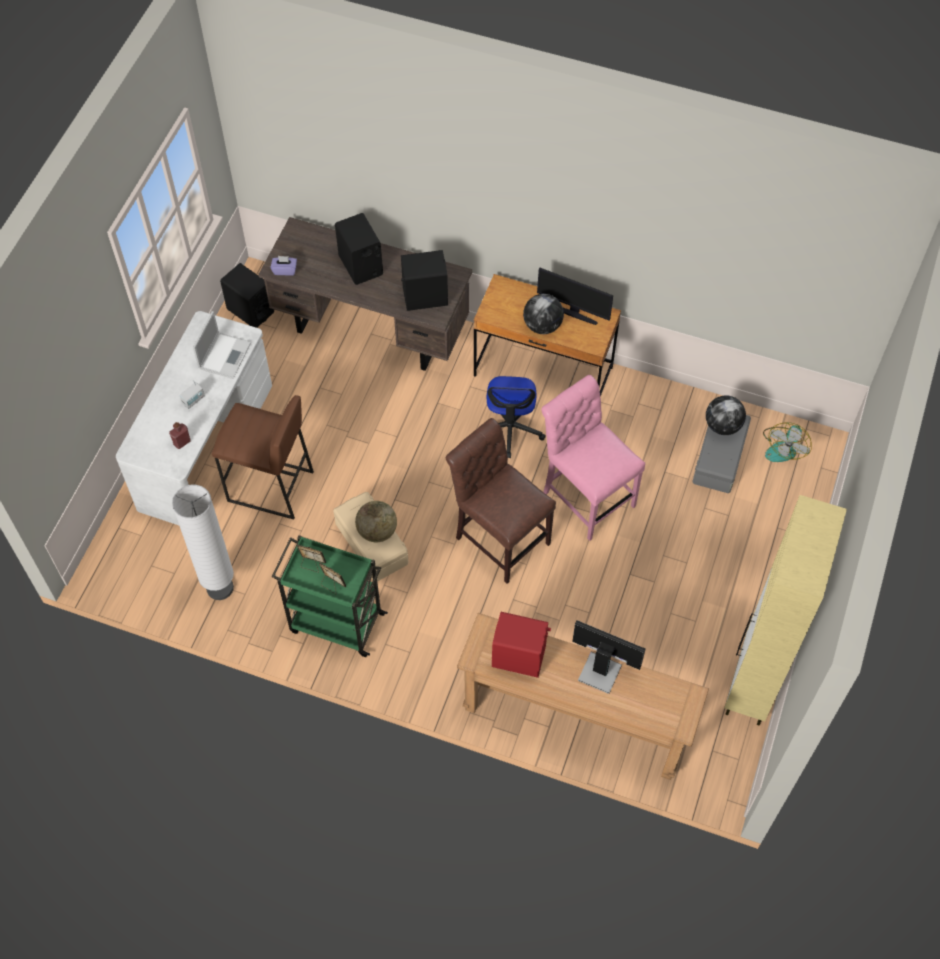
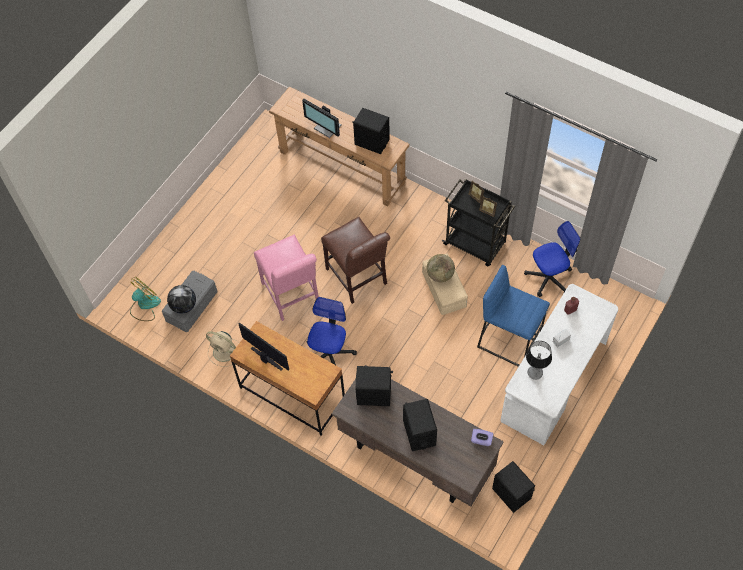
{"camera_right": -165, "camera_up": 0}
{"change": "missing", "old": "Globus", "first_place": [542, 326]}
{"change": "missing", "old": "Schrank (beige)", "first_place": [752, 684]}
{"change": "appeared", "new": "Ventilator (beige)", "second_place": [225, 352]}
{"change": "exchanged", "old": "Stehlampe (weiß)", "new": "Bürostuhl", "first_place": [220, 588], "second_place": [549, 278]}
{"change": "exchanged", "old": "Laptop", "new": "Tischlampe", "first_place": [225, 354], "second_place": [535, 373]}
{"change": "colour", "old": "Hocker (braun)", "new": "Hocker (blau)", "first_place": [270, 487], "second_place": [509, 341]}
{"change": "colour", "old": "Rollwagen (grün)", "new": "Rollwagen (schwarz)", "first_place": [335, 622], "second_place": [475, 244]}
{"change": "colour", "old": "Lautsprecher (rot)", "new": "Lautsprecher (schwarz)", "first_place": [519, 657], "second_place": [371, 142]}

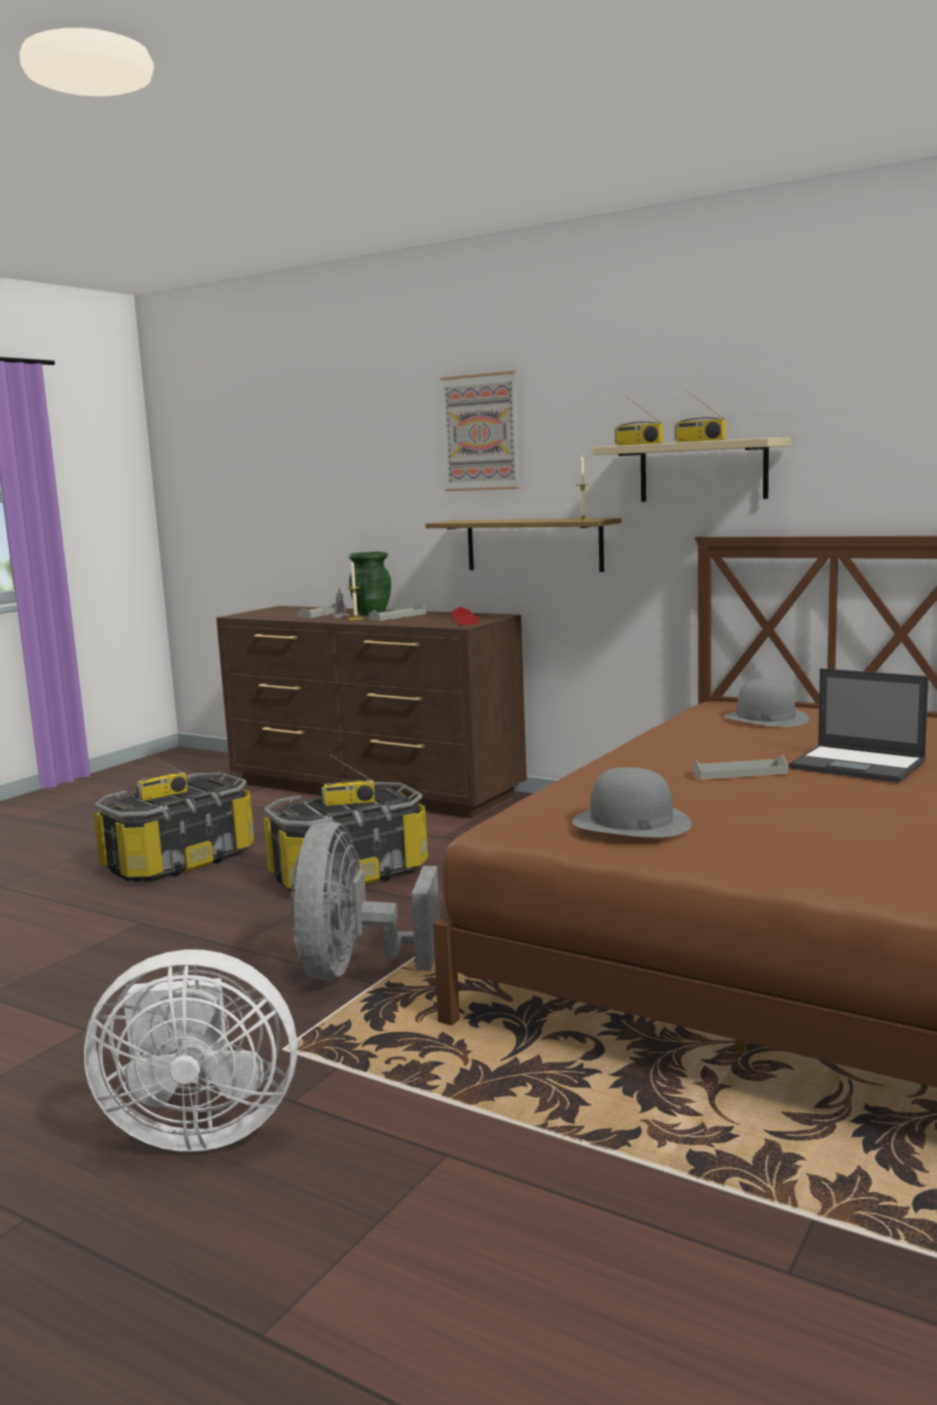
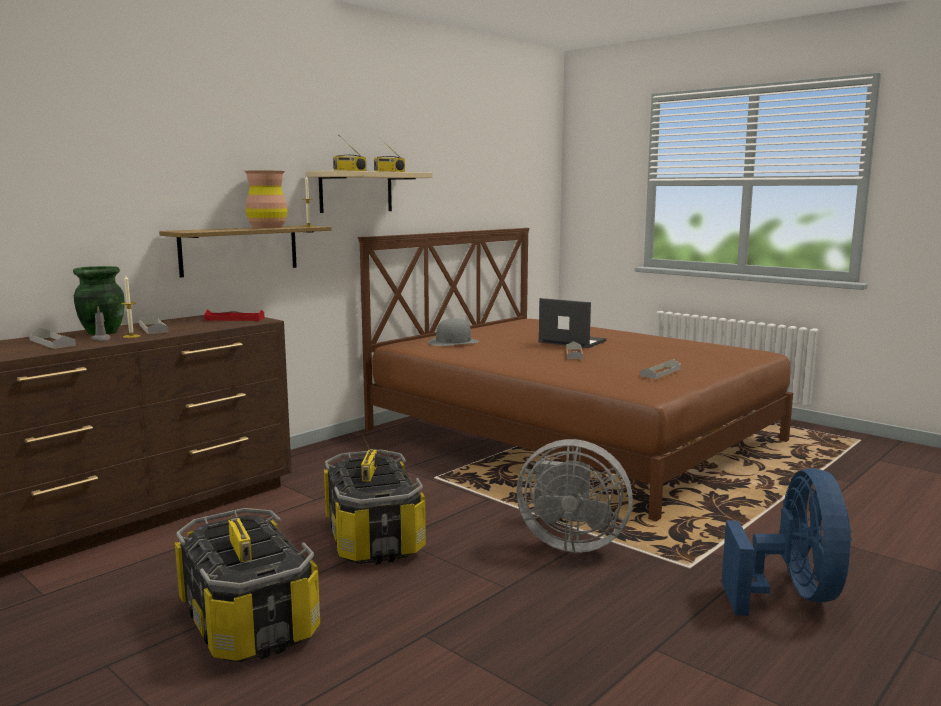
{"camera_right": -80, "camera_up": 0}
{"change": "missing", "old": "Bild", "first_place": [481, 432]}
{"change": "appeared", "new": "Vase (braun)", "second_place": [267, 227]}
{"change": "exchanged", "old": "Hut (grau)", "new": "Tablett (grau)", "first_place": [630, 822], "second_place": [660, 372]}
{"change": "colour", "old": "Ventilator (weiß)", "new": "Ventilator (blau)", "first_place": [198, 1129], "second_place": [791, 595]}
{"change": "spun", "old": "Laptop", "first_place": [859, 765], "second_place": [571, 341], "degrees": -105}

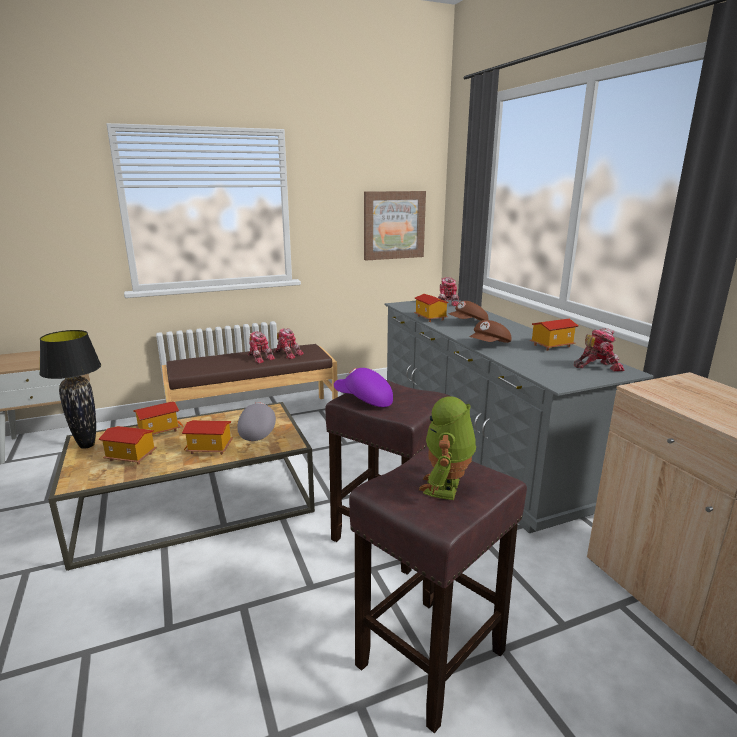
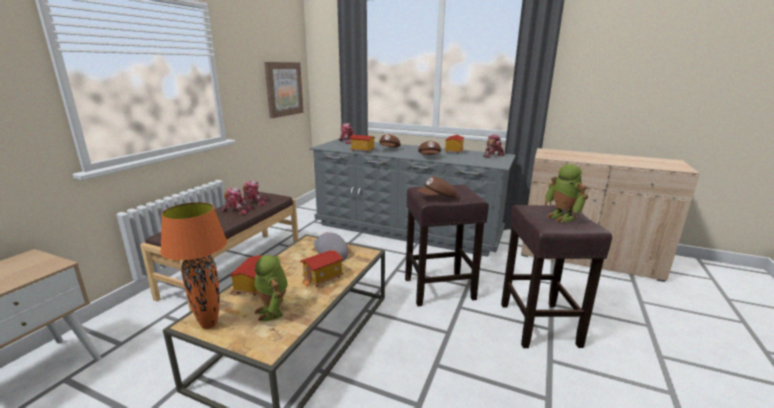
{"camera_right": -45, "camera_up": 0}
{"change": "exchanged", "old": "Spielzeughaus", "new": "Spielzeugroboter", "first_place": [130, 457], "second_place": [273, 311]}
{"change": "colour", "old": "Tischlampe (schwarz)", "new": "Tischlampe (orange)", "first_place": [86, 445], "second_place": [209, 325]}
{"change": "colour", "old": "Kappe (lila)", "new": "Kappe (braun)", "first_place": [364, 400], "second_place": [437, 199]}

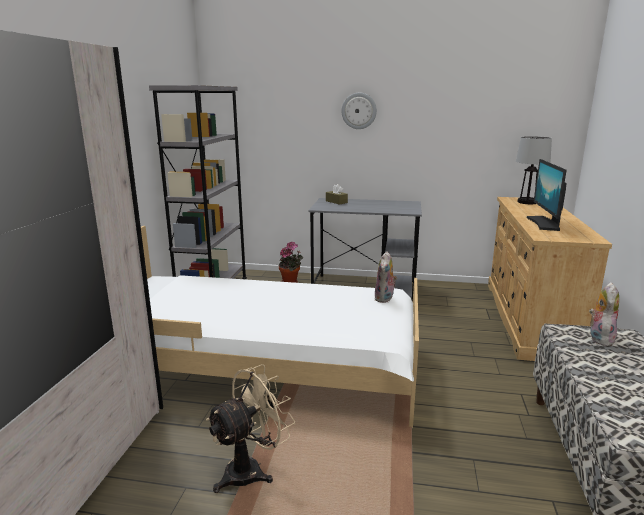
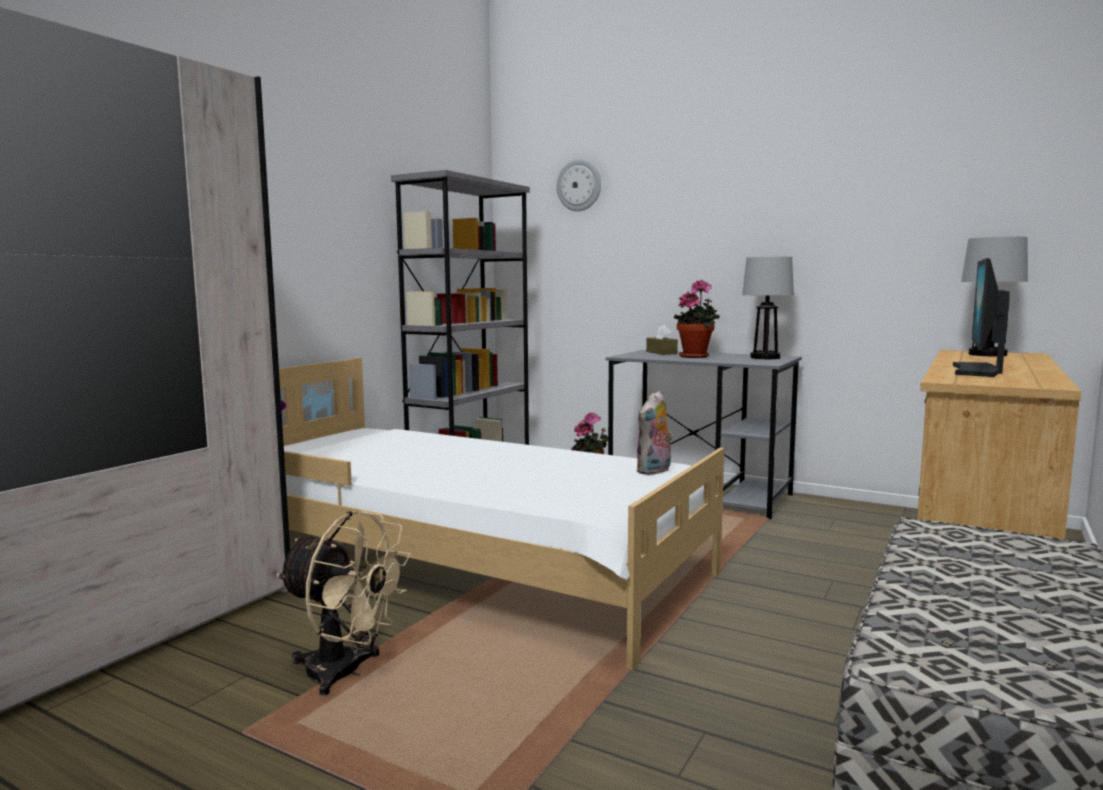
{"camera_right": 20, "camera_up": -10}
{"change": "missing", "old": "Plüschtier", "first_place": [599, 338]}
{"change": "appeared", "new": "Topfpflanze", "second_place": [696, 356]}
{"change": "appeared", "new": "Tischlampe", "second_place": [765, 358]}
{"change": "relocated", "old": "Wanduhr", "first_place": [359, 111], "second_place": [579, 185]}
{"change": "spun", "old": "Ventilator (beige)", "first_place": [251, 470], "second_place": [346, 673], "degrees": 45}

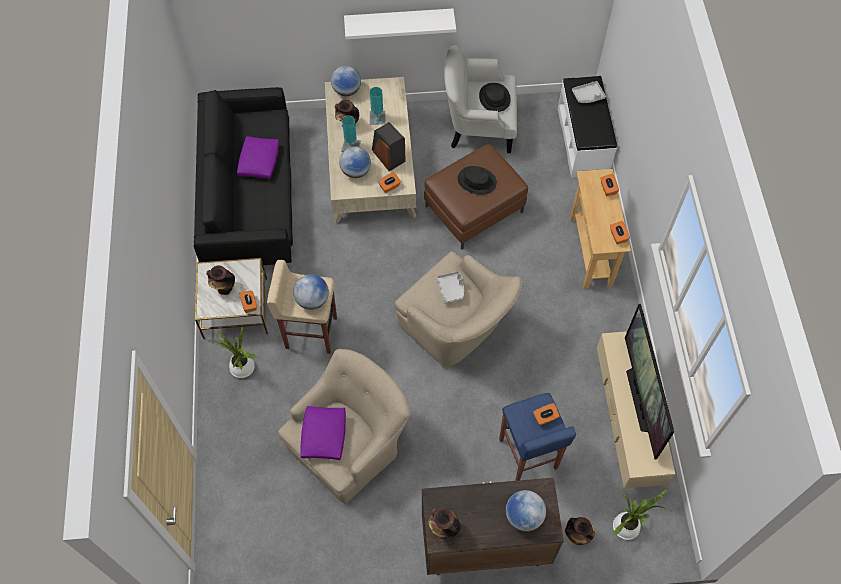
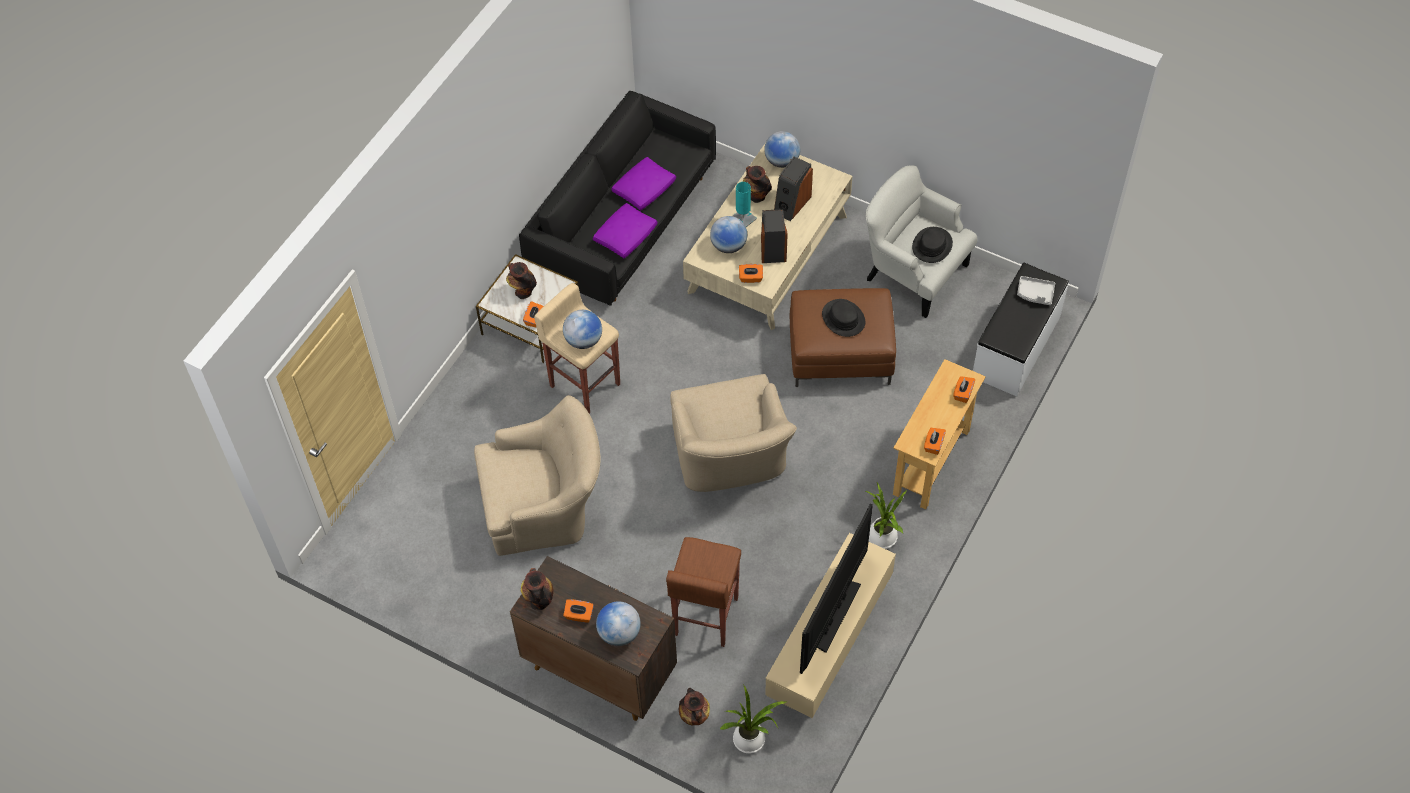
{"camera_right": 35, "camera_up": -5}
{"change": "missing", "old": "Wandregal (weiß)", "first_place": [399, 20]}
{"change": "missing", "old": "Tablett (grau)", "first_place": [451, 289]}
{"change": "relocated", "old": "Topfpflanze", "first_place": [243, 369], "second_place": [882, 539]}
{"change": "relocated", "old": "Kissen (lila)", "first_place": [324, 435], "second_place": [626, 236]}
{"change": "relocated", "old": "Taschentuchbox (orange)", "first_place": [545, 417], "second_place": [579, 615]}
{"change": "exchanged", "old": "Tischlampe (türkis)", "new": "Lautsprecher", "first_place": [377, 118], "second_place": [792, 204]}
{"change": "colour", "old": "Hocker (blau)", "new": "Hocker (braun)", "first_place": [527, 455], "second_place": [705, 617]}

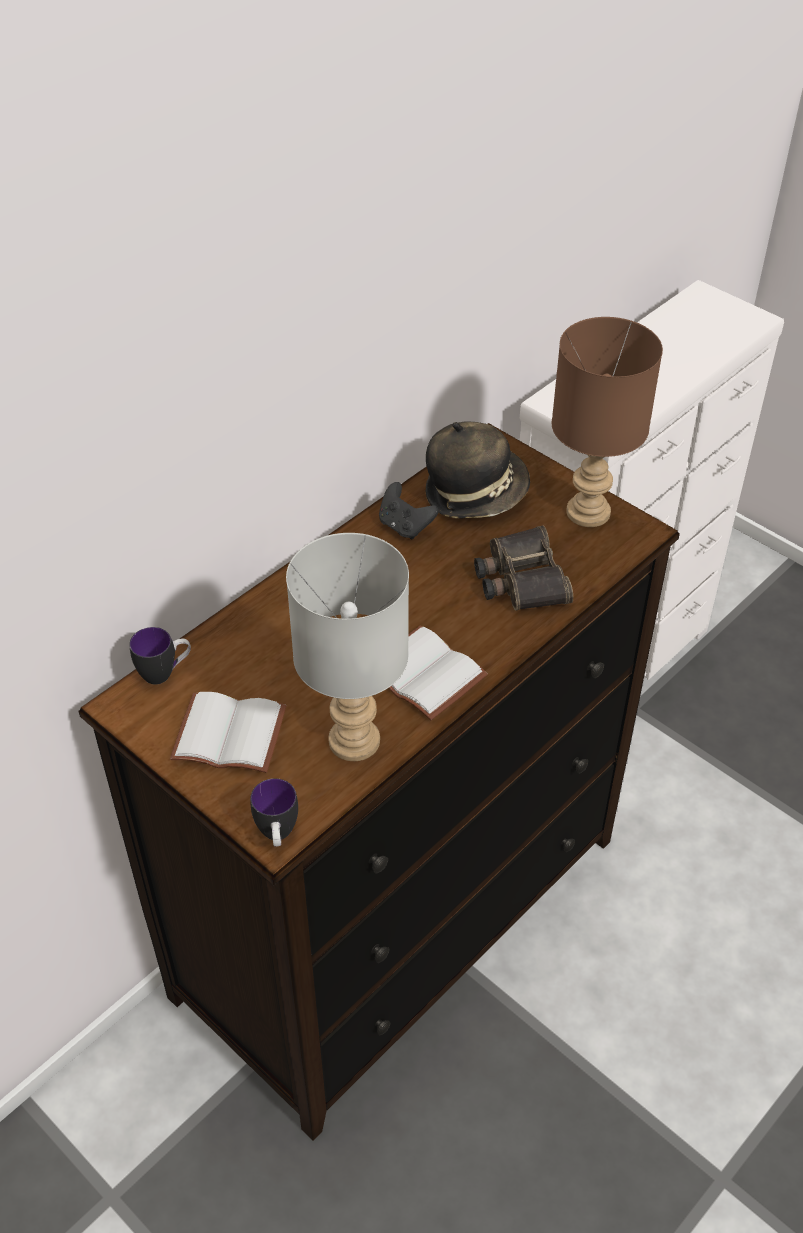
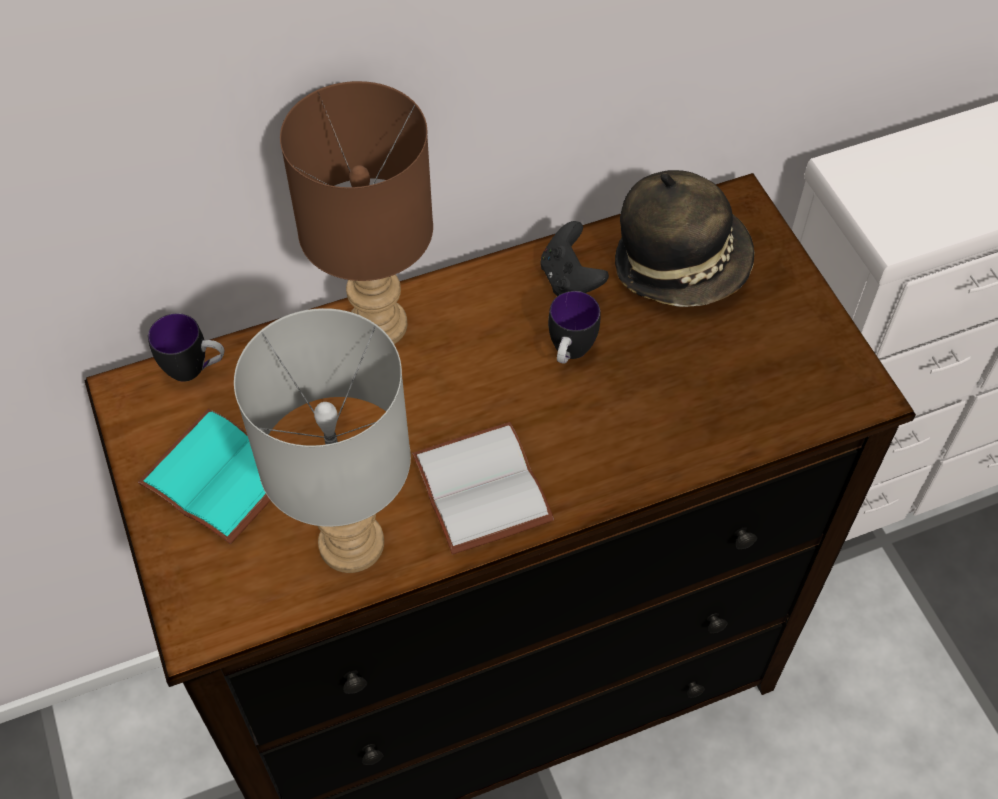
{"camera_right": 25, "camera_up": 10}
{"change": "missing", "old": "Fernglas", "first_place": [520, 579]}
{"change": "relocated", "old": "Henkelbecher", "first_place": [277, 836], "second_place": [569, 354]}
{"change": "relocated", "old": "Tischlampe (braun)", "first_place": [586, 513], "second_place": [375, 325]}
{"change": "colour", "old": "Buch (weiß)", "new": "Buch (türkis)", "first_place": [232, 732], "second_place": [224, 475]}

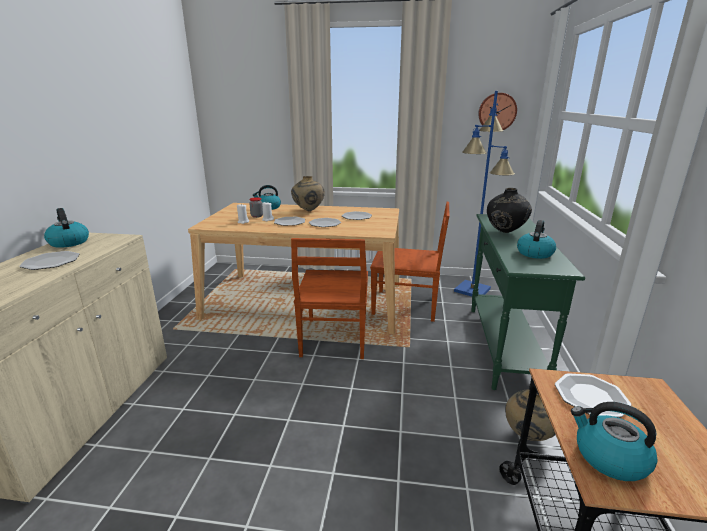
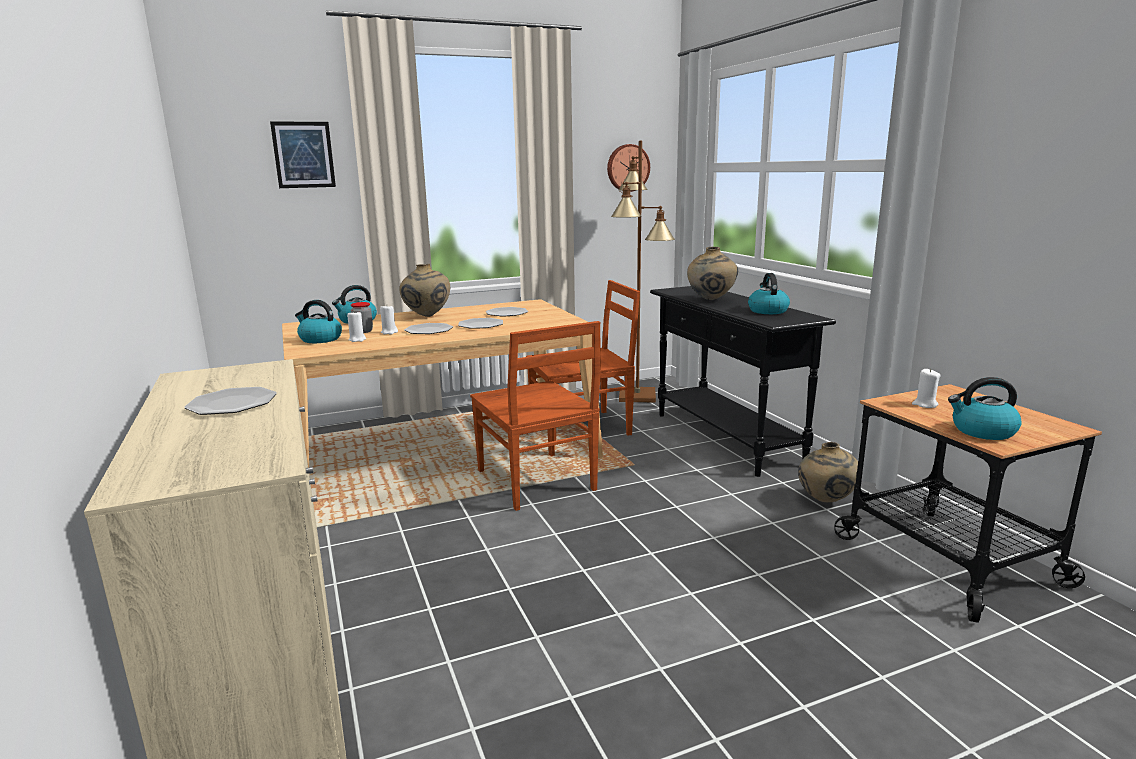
{"camera_right": -30, "camera_up": -5}
{"change": "appeared", "new": "Bild", "second_place": [303, 155]}
{"change": "relocated", "old": "Wasserkessel", "first_place": [69, 242], "second_place": [320, 339]}
{"change": "exchanged", "old": "Teller", "new": "Kerze (weiß)", "first_place": [591, 396], "second_place": [924, 404]}
{"change": "colour", "old": "Stehlampe (blau)", "new": "Stehlampe (braun)", "first_place": [472, 290], "second_place": [638, 396]}
{"change": "colour", "old": "Konsolentisch (grün)", "new": "Konsolentisch (schwarz)", "first_place": [503, 346], "second_place": [726, 438]}
{"change": "colour", "old": "Vase (schwarz)", "new": "Vase (beige)", "first_place": [505, 232], "second_place": [711, 300]}

